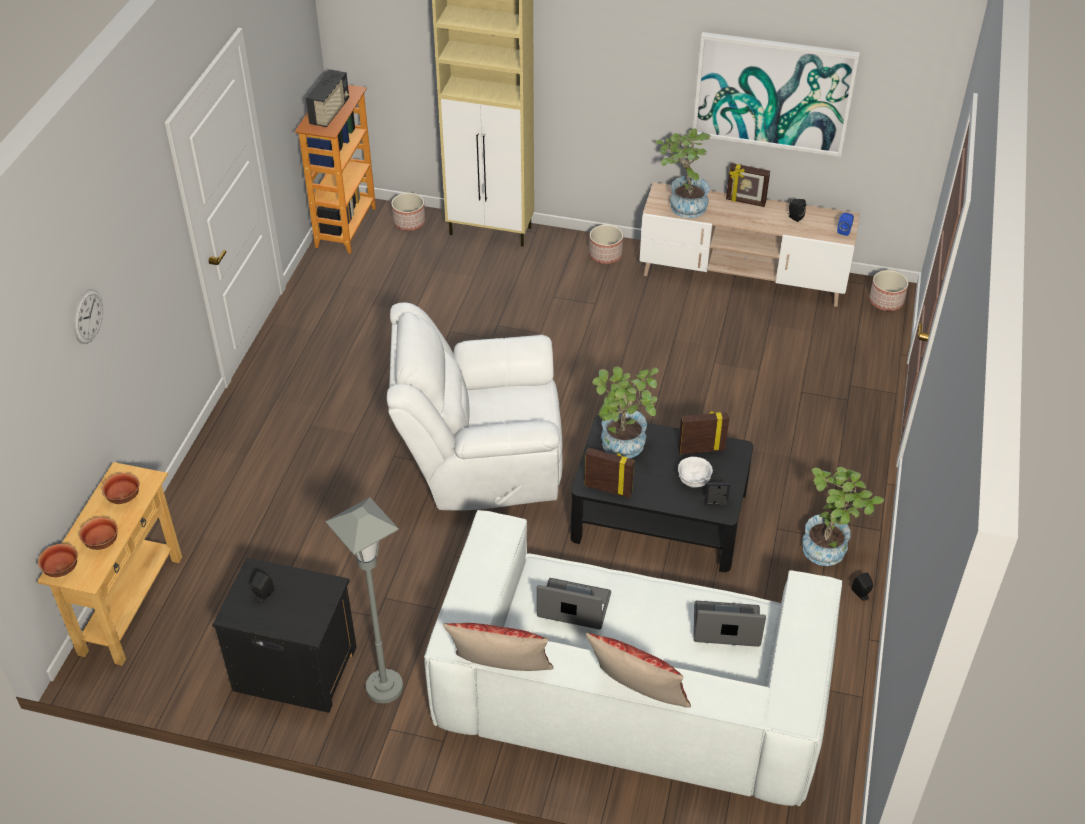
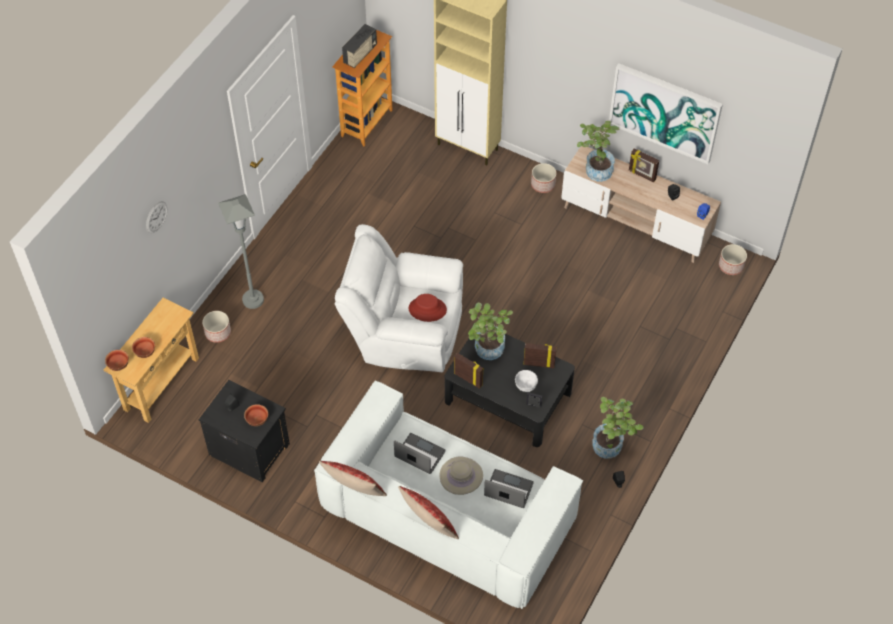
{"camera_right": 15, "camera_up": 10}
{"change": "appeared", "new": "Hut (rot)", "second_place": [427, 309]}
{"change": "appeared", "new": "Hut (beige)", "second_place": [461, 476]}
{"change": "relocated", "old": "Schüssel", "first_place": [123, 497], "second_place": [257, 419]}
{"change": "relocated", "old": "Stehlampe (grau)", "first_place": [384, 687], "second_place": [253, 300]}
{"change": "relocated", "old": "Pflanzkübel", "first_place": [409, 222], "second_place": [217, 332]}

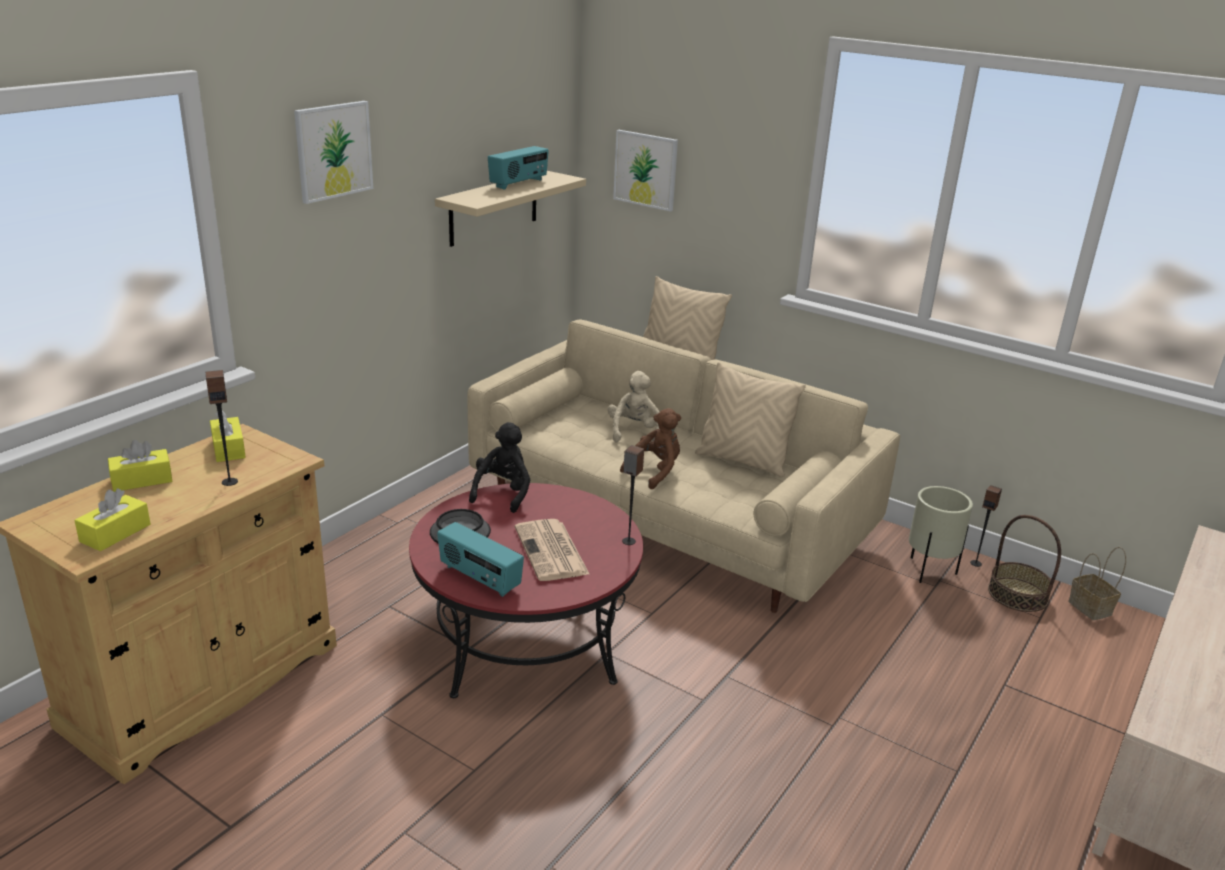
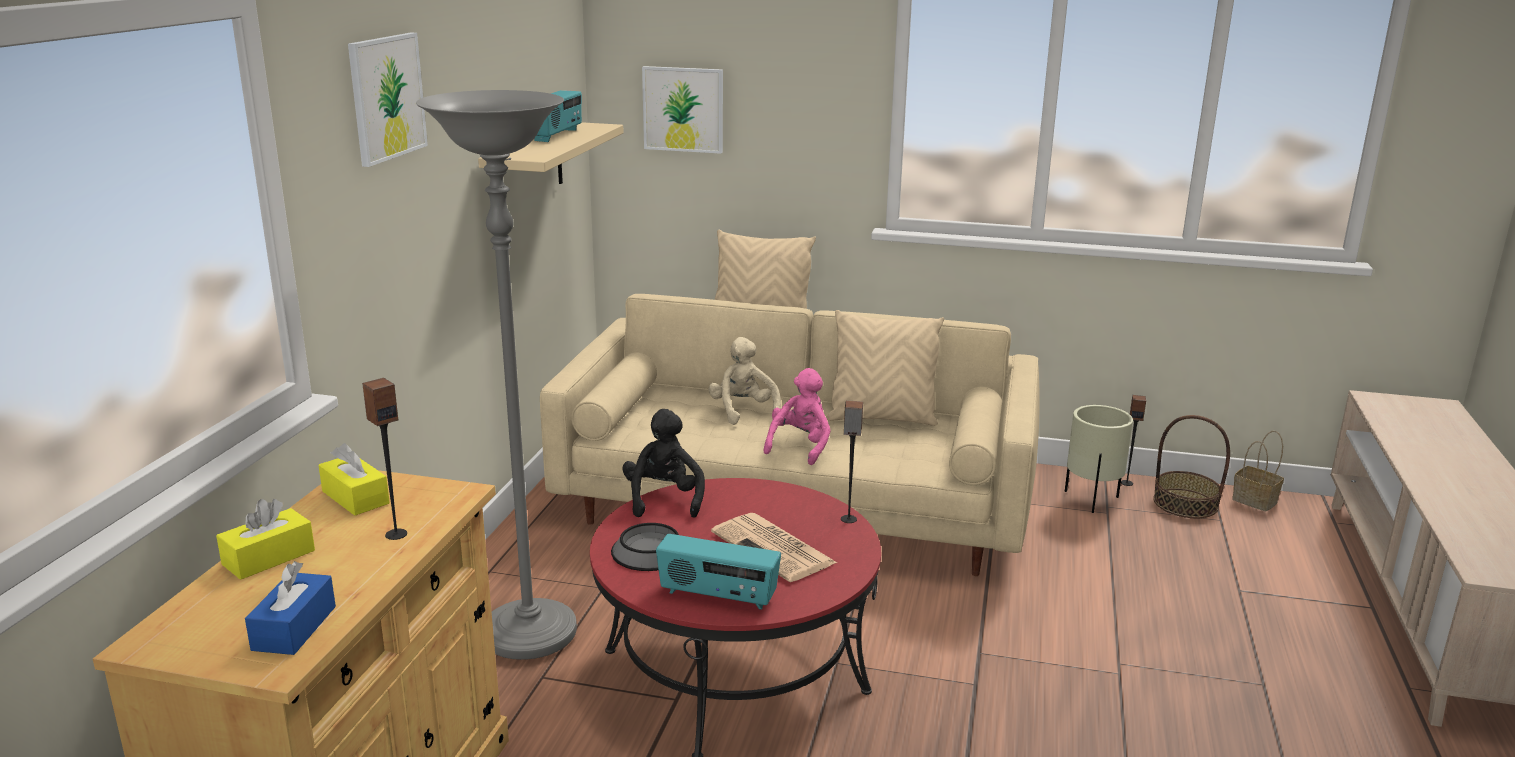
{"camera_right": -20, "camera_up": -5}
{"change": "appeared", "new": "Stehlampe (grau)", "second_place": [529, 634]}
{"change": "colour", "old": "Taschentuchbox (gelb)", "new": "Taschentuchbox (blau)", "first_place": [115, 533], "second_place": [294, 628]}
{"change": "colour", "old": "Plüschtier (braun)", "new": "Plüschtier (rosa)", "first_place": [655, 471], "second_place": [800, 446]}

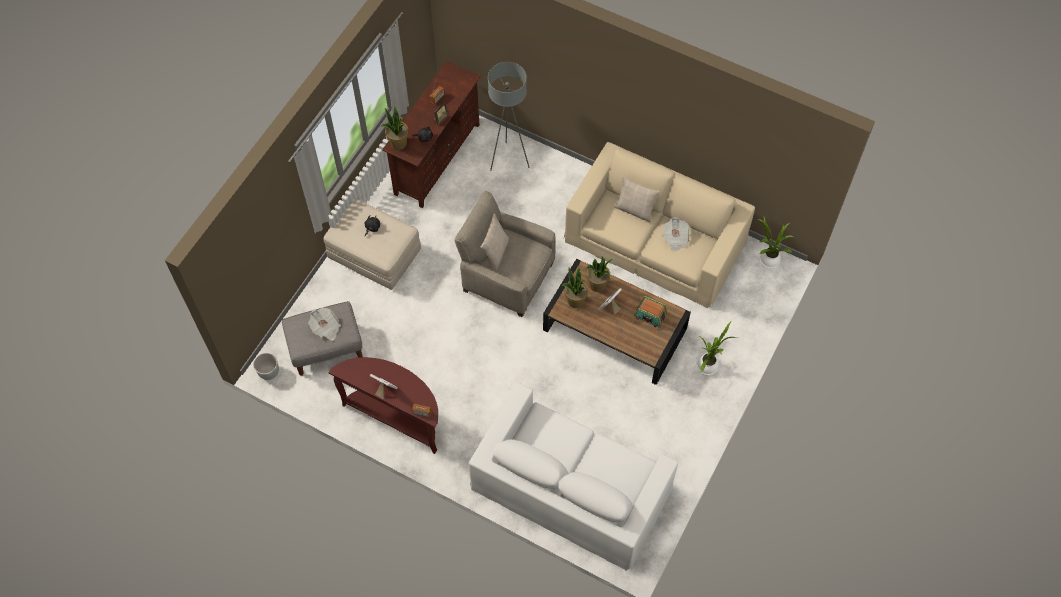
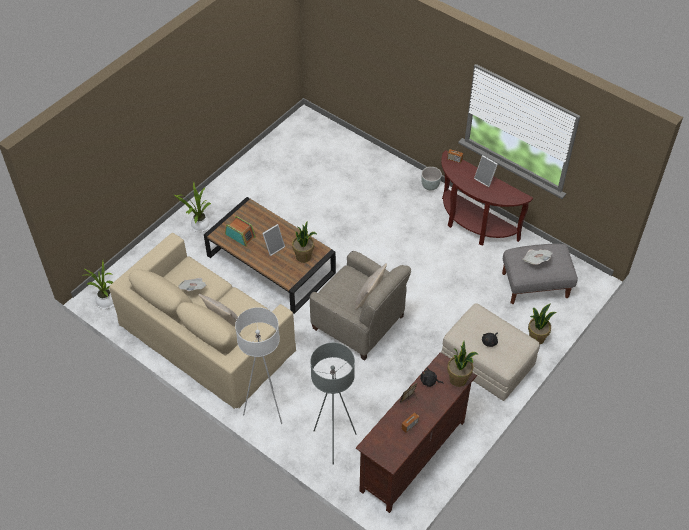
{"camera_right": -170, "camera_up": -10}
{"change": "missing", "old": "Sofa (weiß)", "first_place": [570, 487]}
{"change": "appeared", "new": "Stehlampe (weiß)", "second_place": [266, 408]}
{"change": "relocated", "old": "Pflanzkübel (grau)", "first_place": [268, 372], "second_place": [430, 186]}
{"change": "relocated", "old": "Topfpflanze", "first_place": [597, 285], "second_place": [536, 338]}

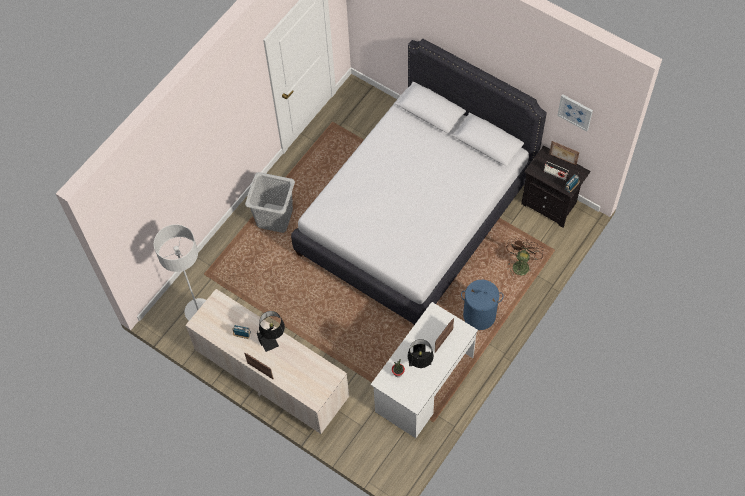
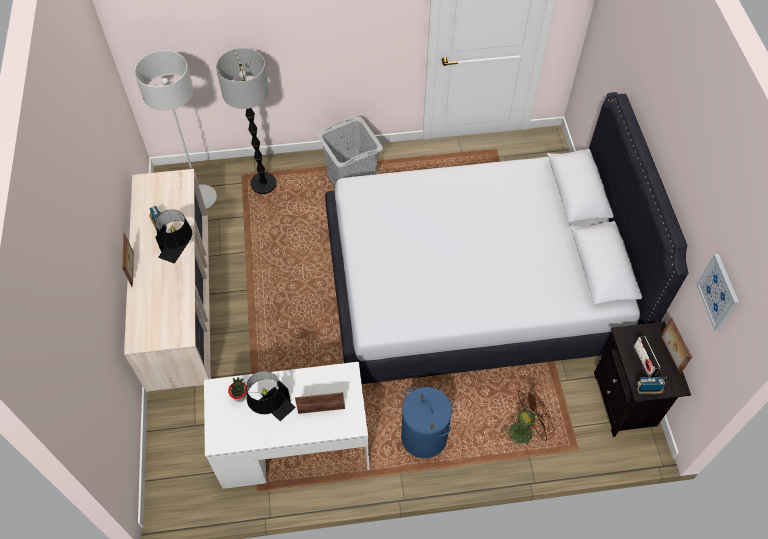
{"camera_right": 45, "camera_up": -5}
{"change": "appeared", "new": "Stehlampe", "second_place": [263, 184]}

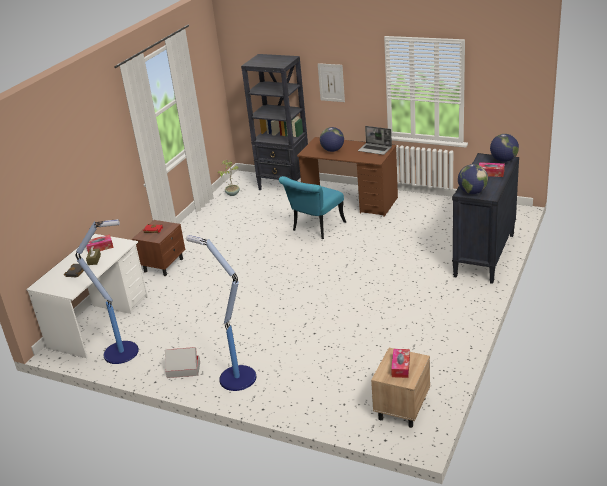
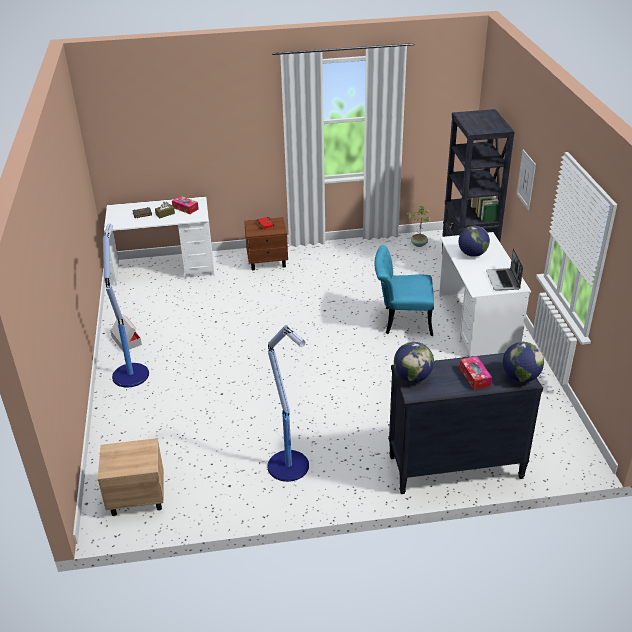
{"camera_right": 55, "camera_up": 5}
{"change": "missing", "old": "Taschentuchbox", "first_place": [400, 367]}
{"change": "relocated", "old": "Stehlampe", "first_place": [123, 352], "second_place": [289, 467]}
{"change": "colour", "old": "Schreibtisch (braun)", "new": "Schreibtisch (weiß)", "first_place": [350, 202], "second_place": [477, 323]}

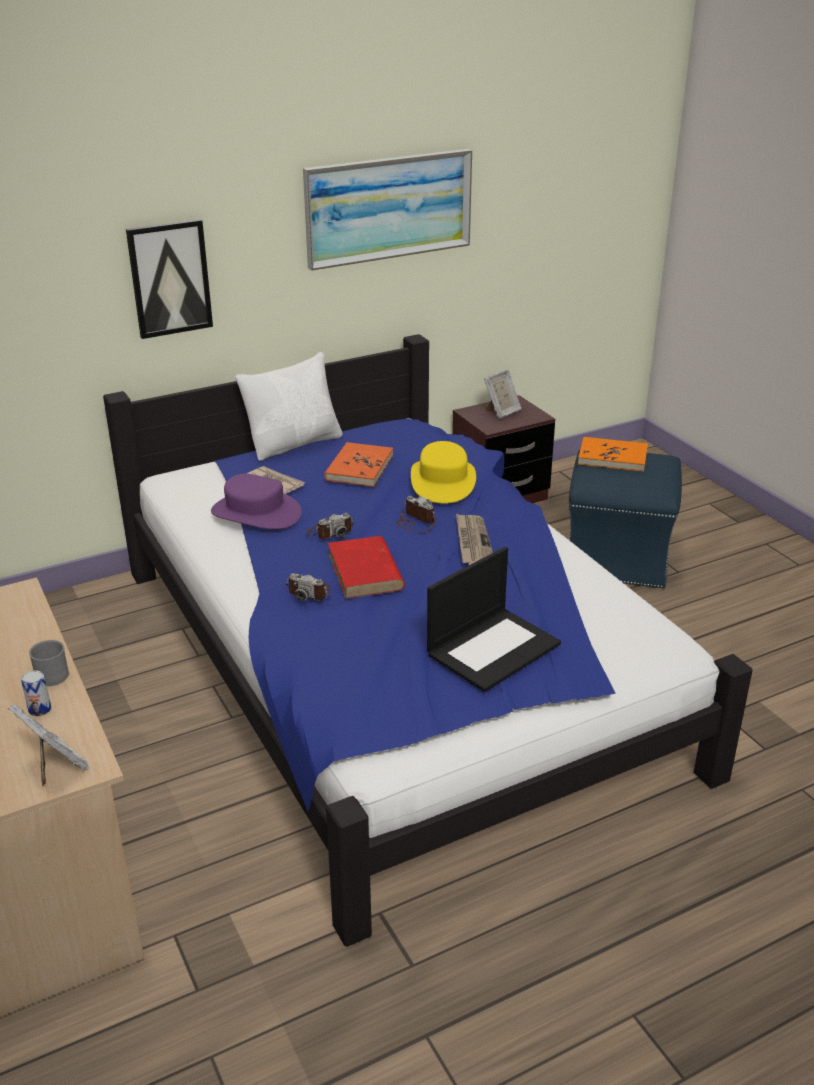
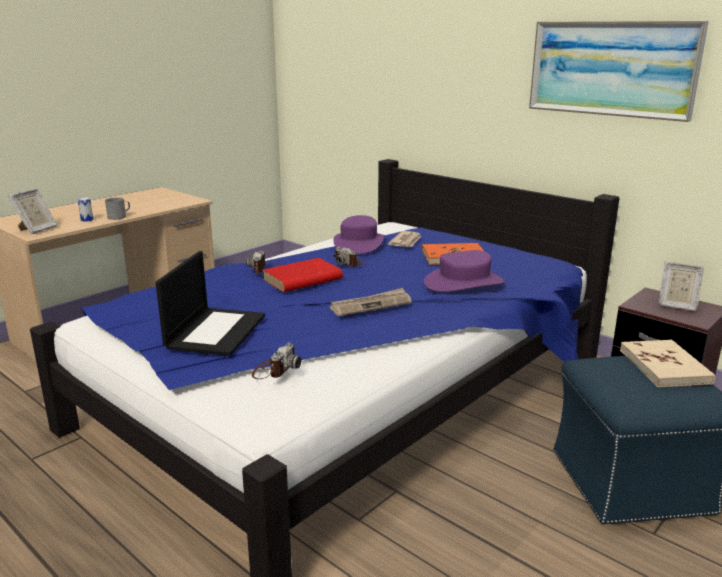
{"camera_right": 70, "camera_up": -10}
{"change": "missing", "old": "Bild", "first_place": [169, 278]}
{"change": "missing", "old": "Kissen (weiß)", "first_place": [294, 444]}
{"change": "relocated", "old": "Kamera", "first_place": [415, 522], "second_place": [275, 369]}
{"change": "colour", "old": "Hut (gelb)", "new": "Hut (lila)", "first_place": [443, 481], "second_place": [464, 283]}
{"change": "colour", "old": "Buch (orange)", "new": "Buch (beige)", "first_place": [612, 457], "second_place": [664, 366]}
{"change": "spun", "old": "Laptop", "first_place": [493, 648], "second_place": [216, 331], "degrees": -105}

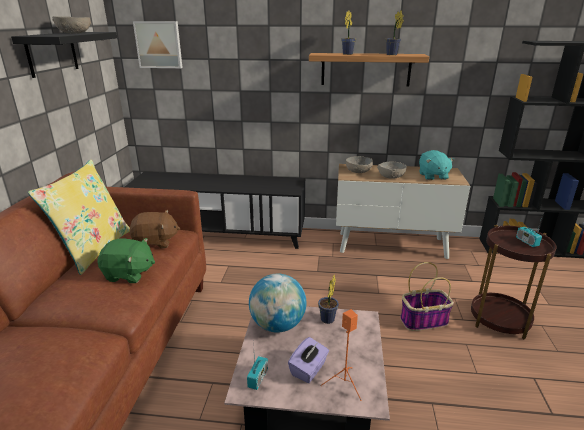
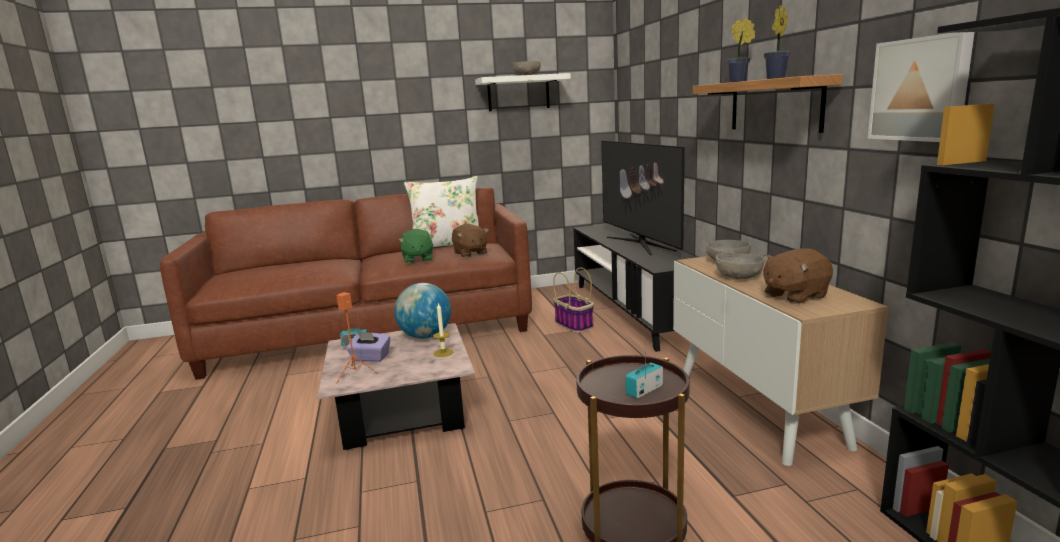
{"camera_right": 70, "camera_up": -10}
{"change": "appeared", "new": "Fernseher", "second_place": [640, 243]}
{"change": "relocated", "old": "Bild", "first_place": [159, 44], "second_place": [920, 89]}
{"change": "relocated", "old": "Korb", "first_place": [424, 320], "second_place": [574, 325]}
{"change": "exchanged", "old": "Topfpflanze", "new": "Kerze", "first_place": [327, 320], "second_place": [443, 353]}
{"change": "colour", "old": "Wandregal (schwarz)", "new": "Wandregal (weiß)", "first_place": [52, 53], "second_place": [518, 93]}
{"change": "colour", "old": "Kissen (gelb)", "new": "Kissen (weiß)", "first_place": [94, 249], "second_place": [447, 245]}
{"change": "colour", "old": "Plüschtier (türkis)", "new": "Plüschtier (braun)", "first_place": [433, 176], "second_place": [794, 295]}

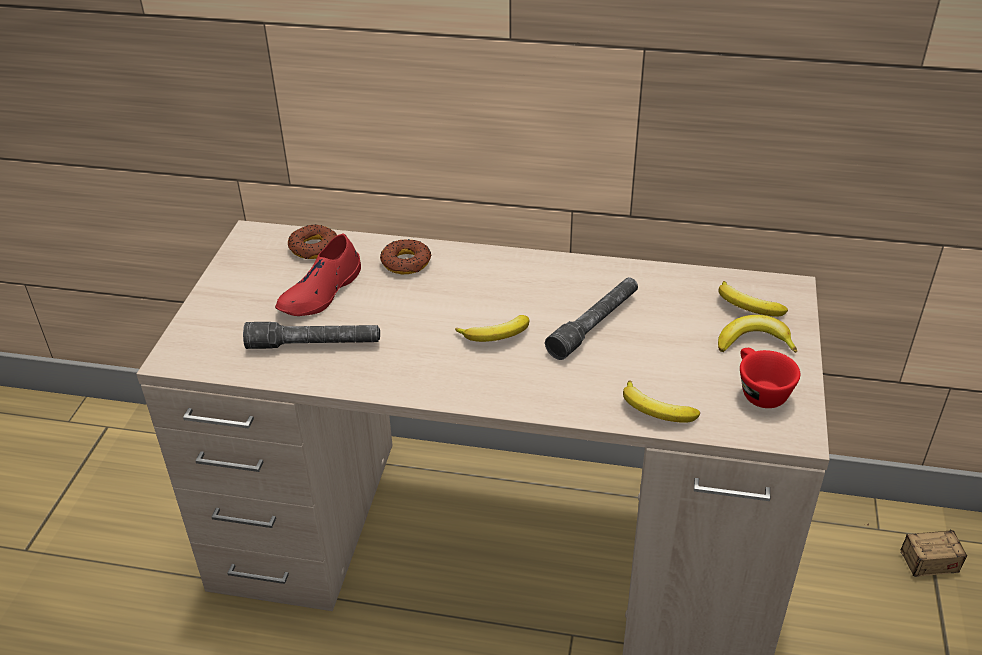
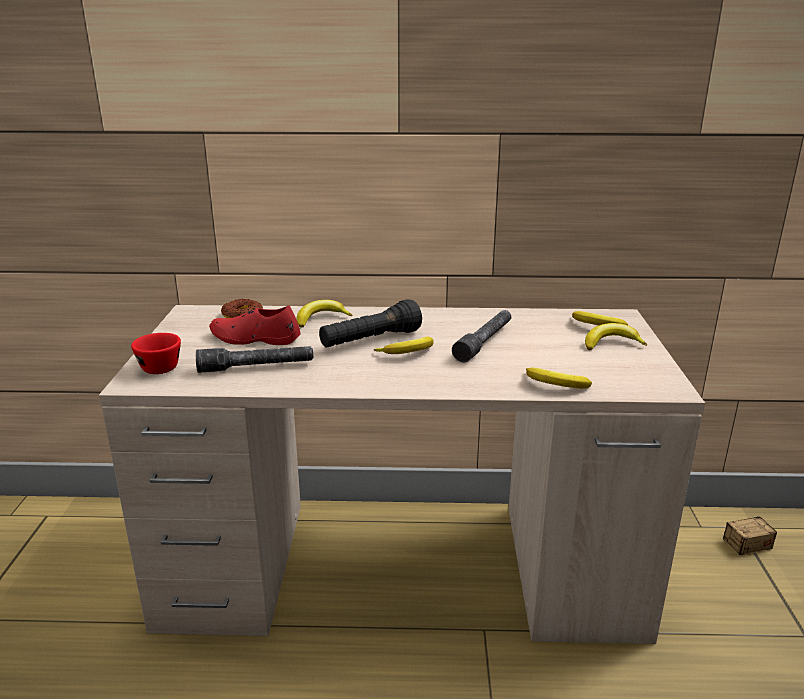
{"camera_right": -10, "camera_up": -15}
{"change": "appeared", "new": "Taschenlampe (schwarz)", "second_place": [370, 341]}
{"change": "relocated", "old": "Tasse (rot)", "first_place": [758, 391], "second_place": [157, 366]}
{"change": "exchanged", "old": "Donut", "new": "Banane", "first_place": [406, 262], "second_place": [321, 319]}
{"change": "spun", "old": "Schuh (rot)", "first_place": [321, 292], "second_place": [254, 338], "degrees": 75}

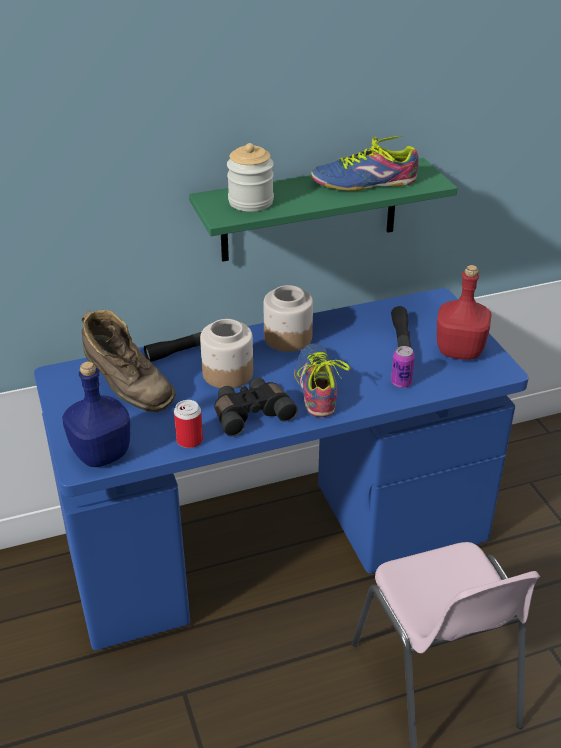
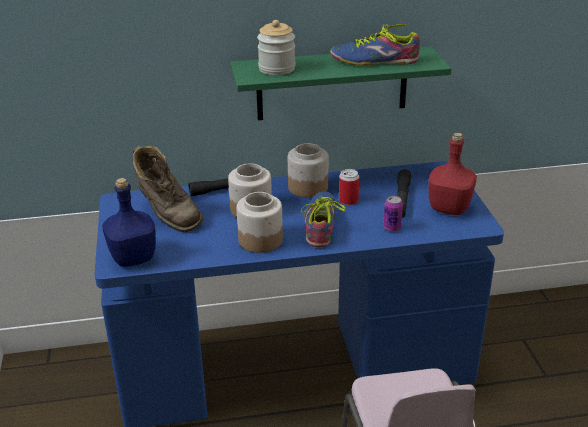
{"camera_right": 10, "camera_up": -5}
{"change": "relocated", "old": "Dose", "first_place": [189, 440], "second_place": [348, 201]}
{"change": "exchanged", "old": "Fernglas (schwarz)", "new": "Vorratsglas", "first_place": [251, 414], "second_place": [261, 240]}

